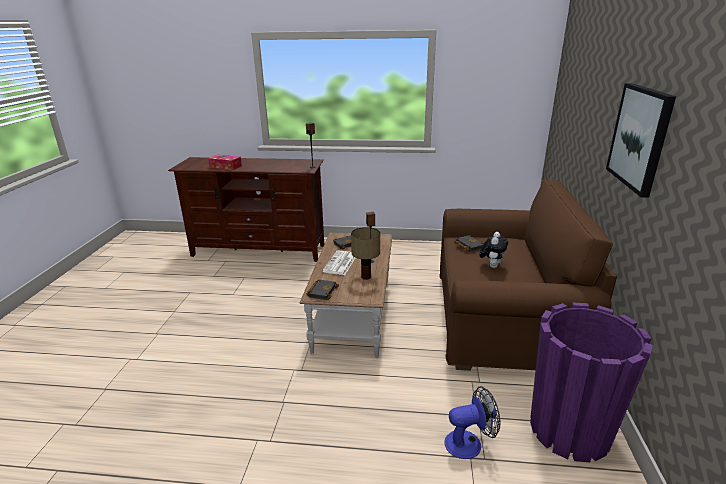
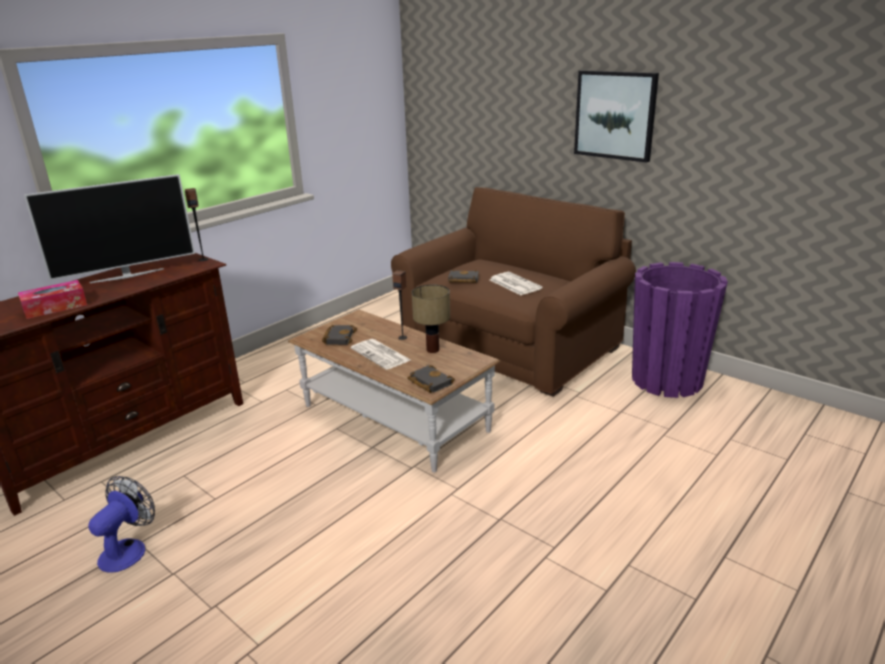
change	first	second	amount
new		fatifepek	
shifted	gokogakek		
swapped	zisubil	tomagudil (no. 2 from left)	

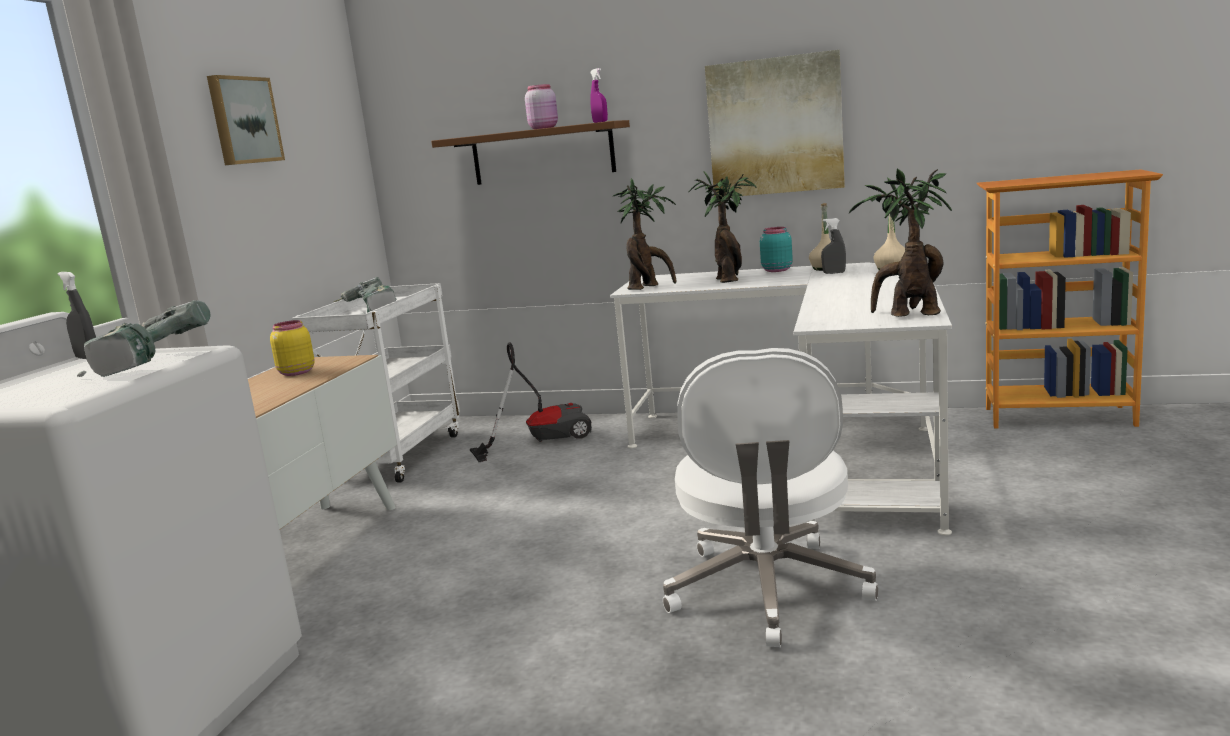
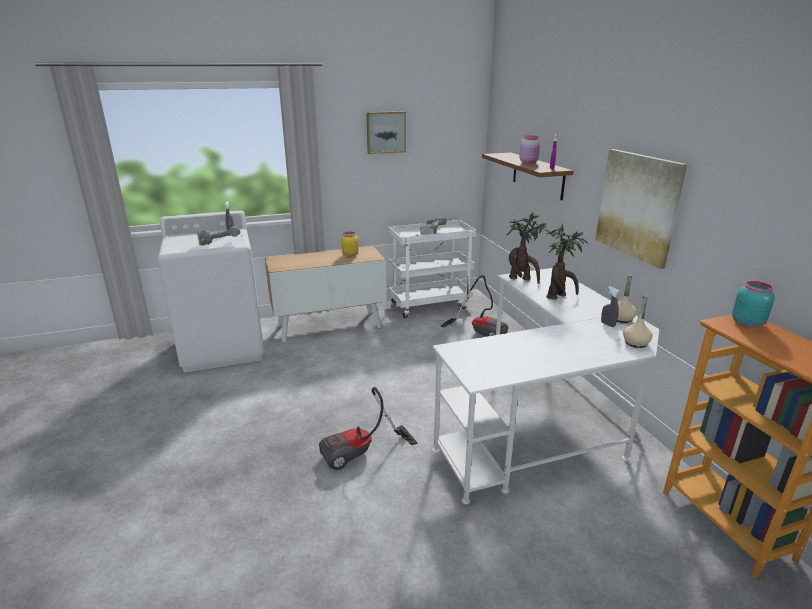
change	first	second	amount
gone	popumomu (no. 3 from left)		
shifted	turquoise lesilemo		
swapped	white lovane	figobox (no. 1 from left)	

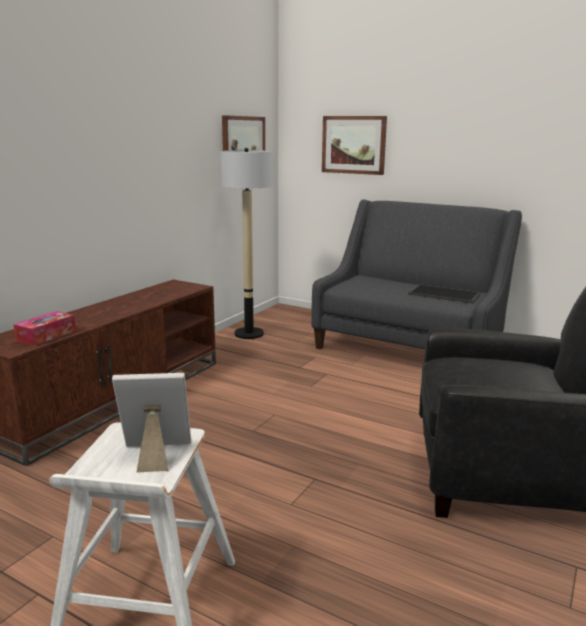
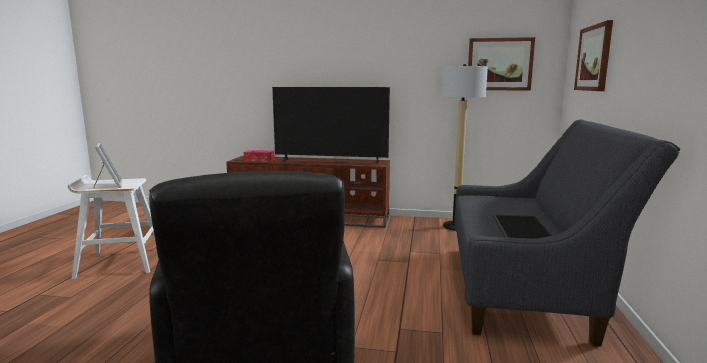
change	first	second	amount
new		fatifepek	

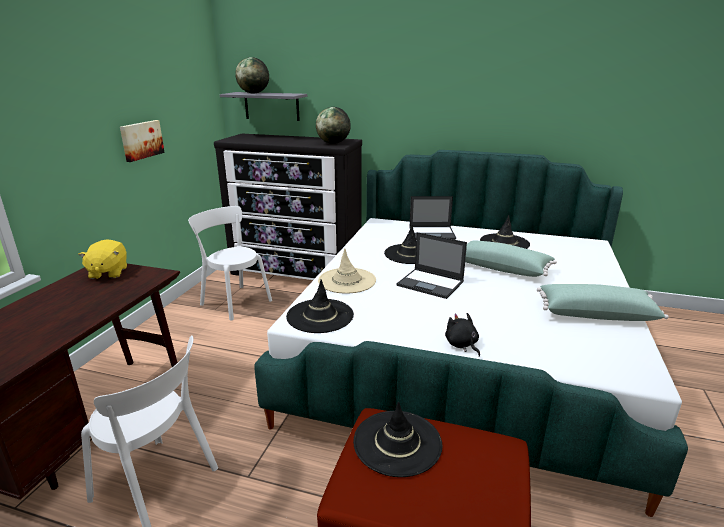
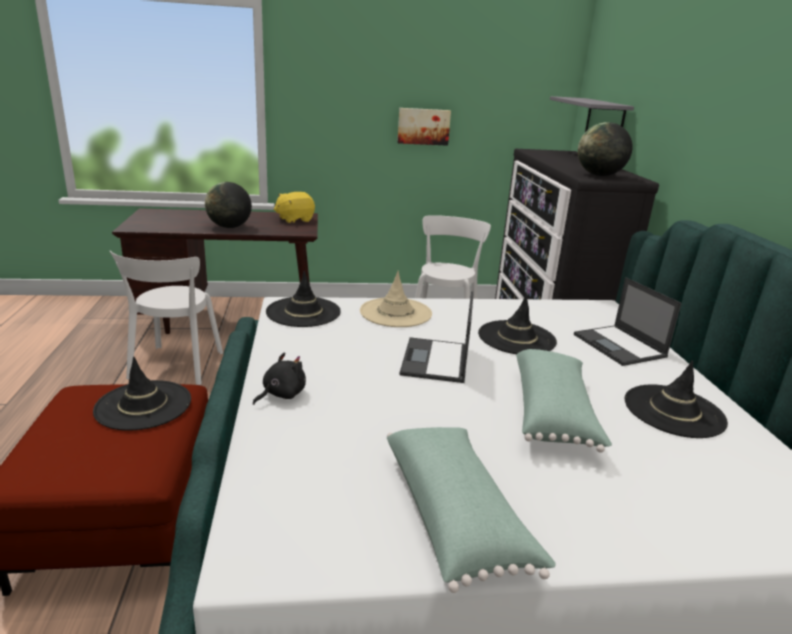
change	first	second	amount
shifted	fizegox (no. 1 from left)		

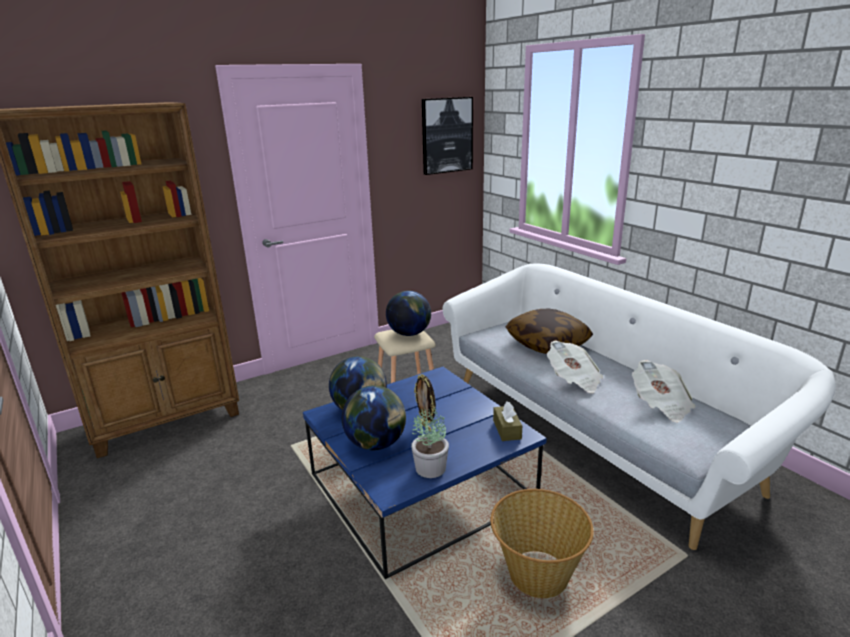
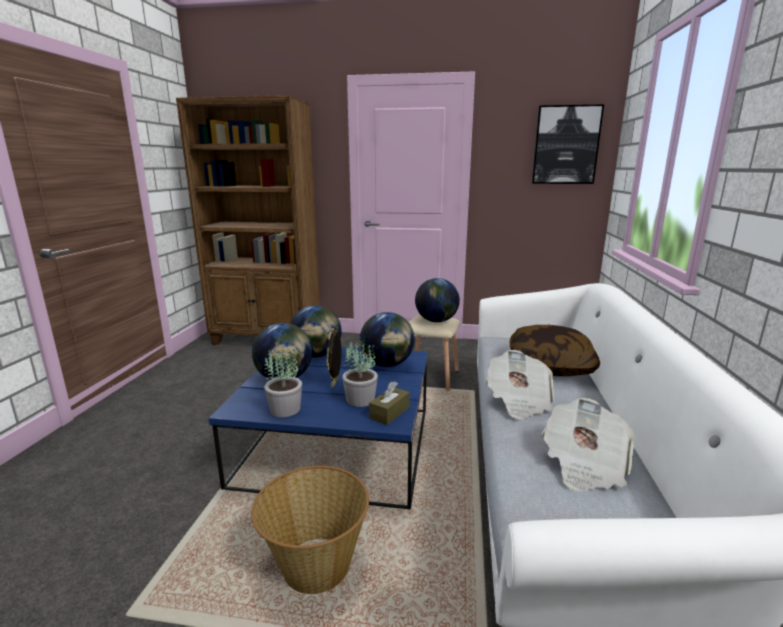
change	first	second	amount
new		popumomu (no. 2 from left)	
new		fizegox (no. 3 from left)	

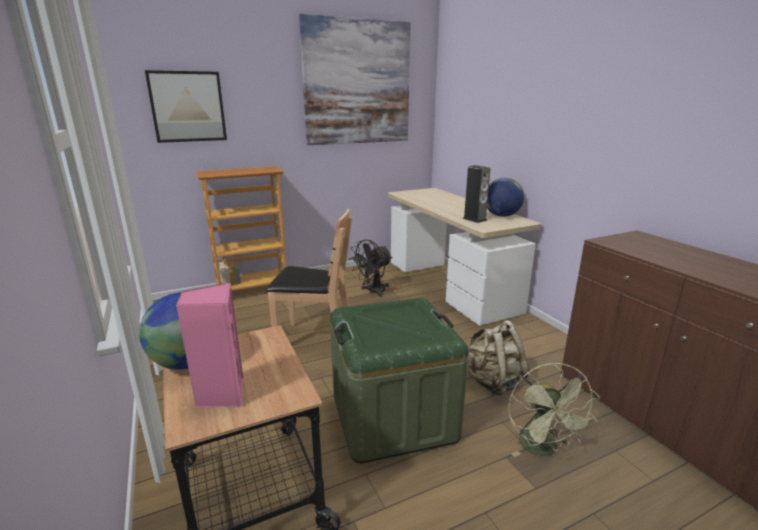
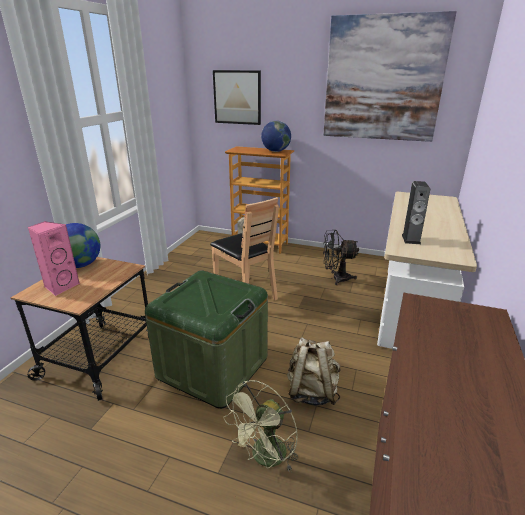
change	first	second	amount
shifted	fizegox (no. 2 from left)		

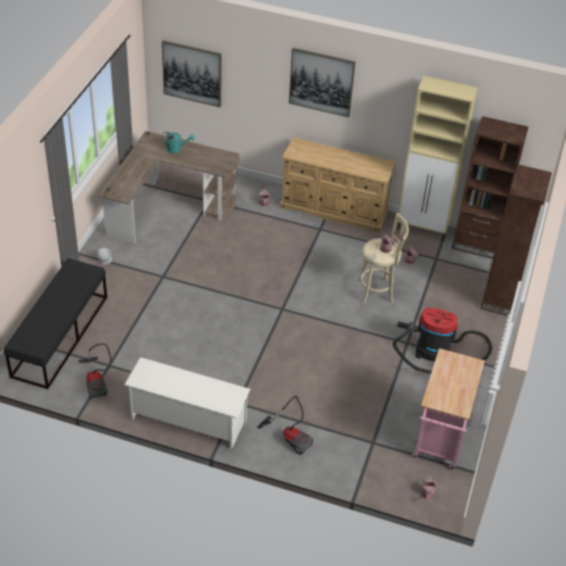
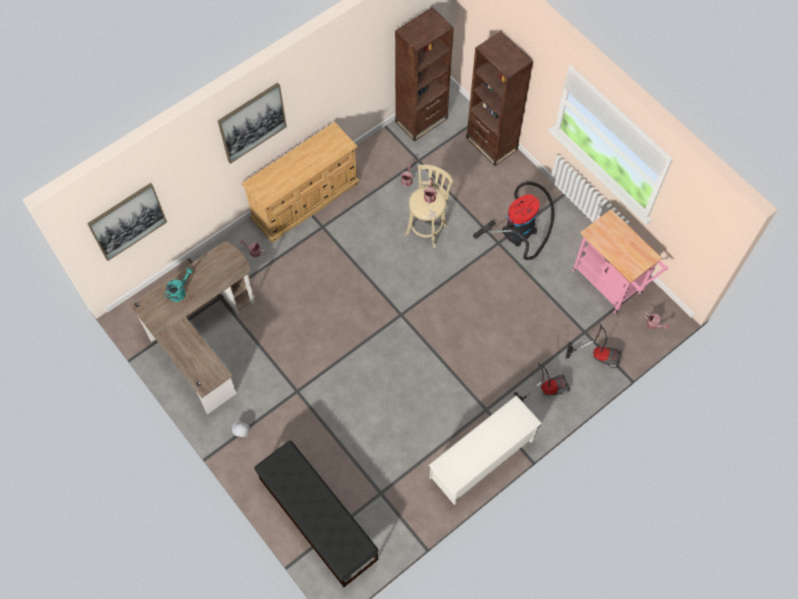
change	first	second	amount
gone	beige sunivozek		
shifted	figobox (no. 1 from left in the first image)	figobox (no. 3 from left)	

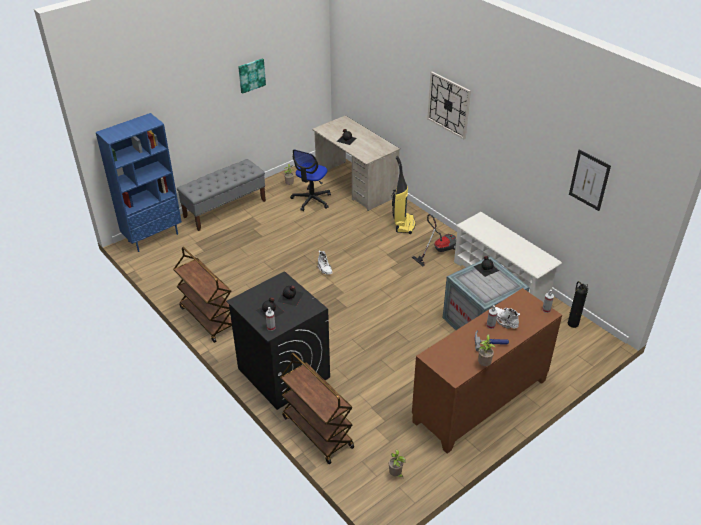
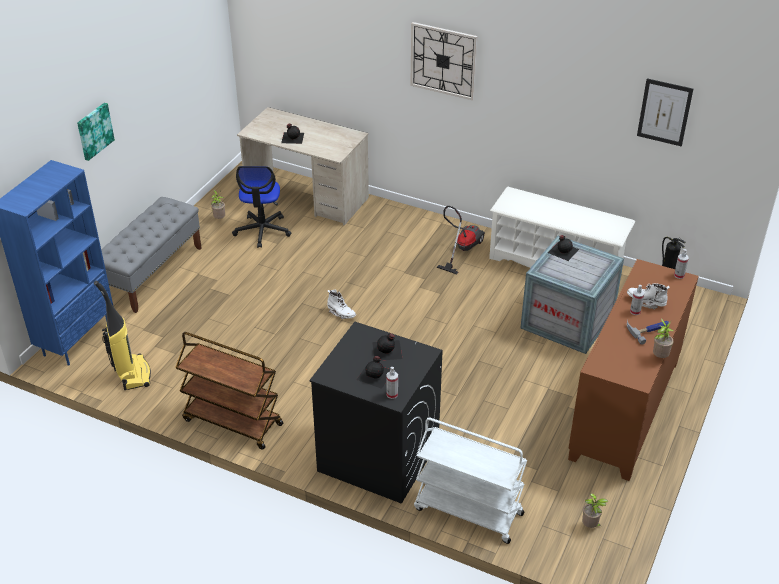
change	first	second	amount
shifted	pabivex (no. 1 from left)		
shifted	figobox (no. 1 from left)		
repainted	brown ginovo (no. 2 from left)	white ginovo	

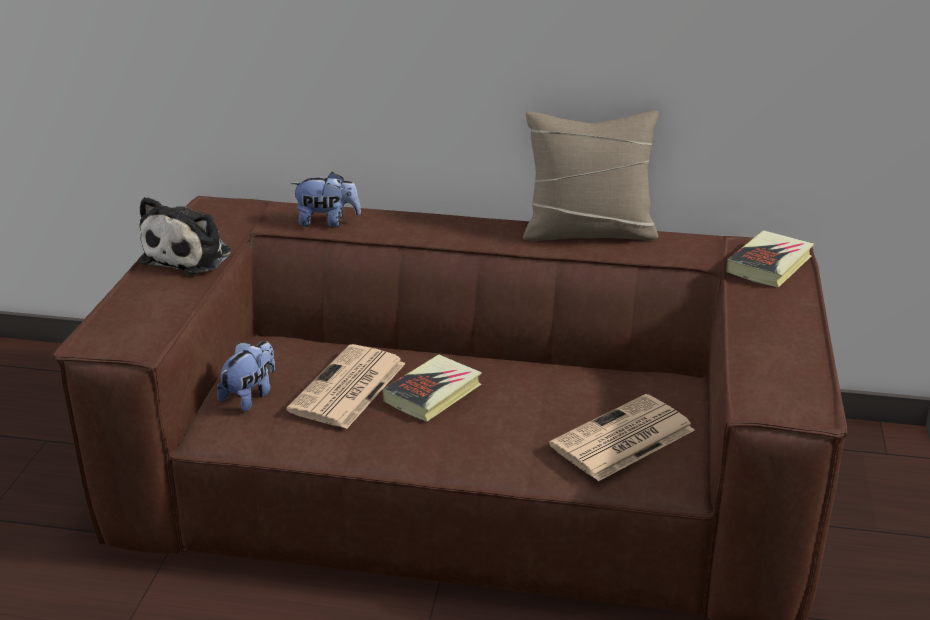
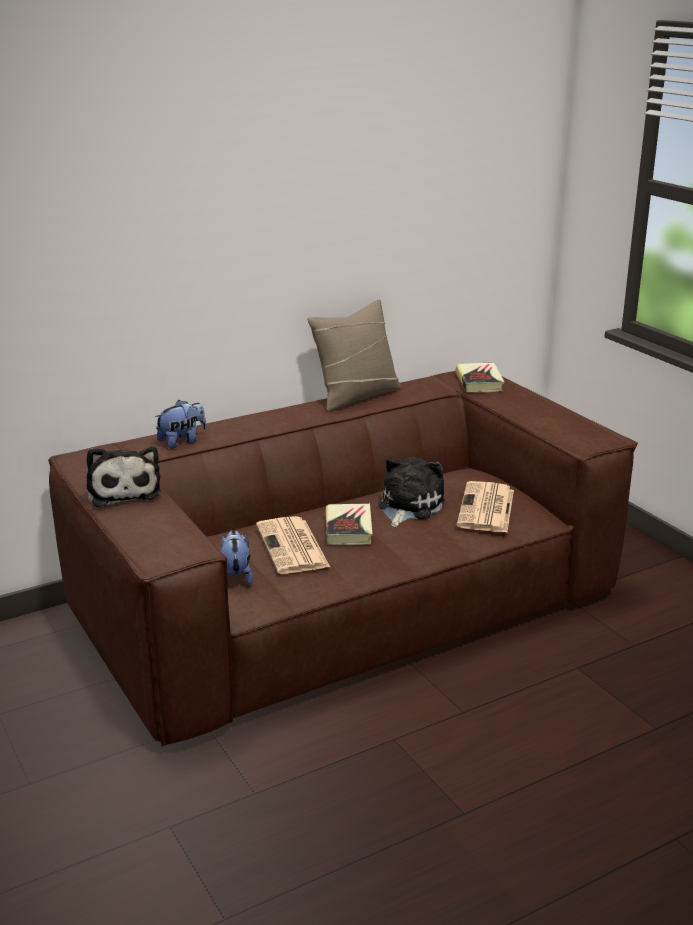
change	first	second	amount
new		zisubil (no. 4 from left)	

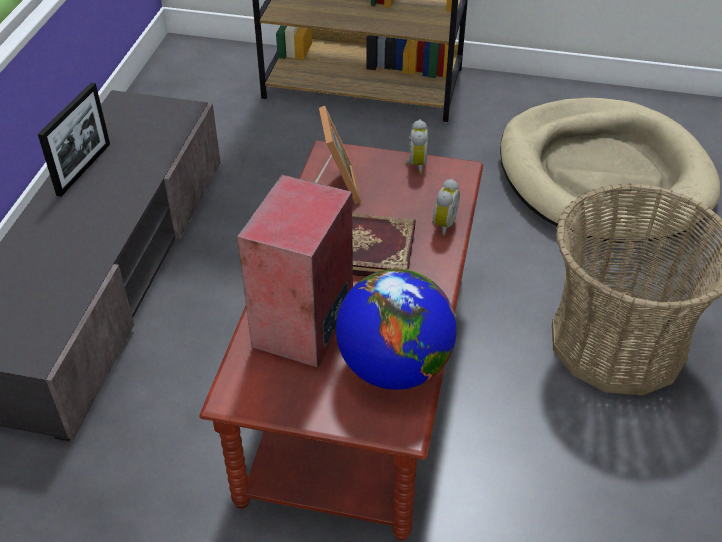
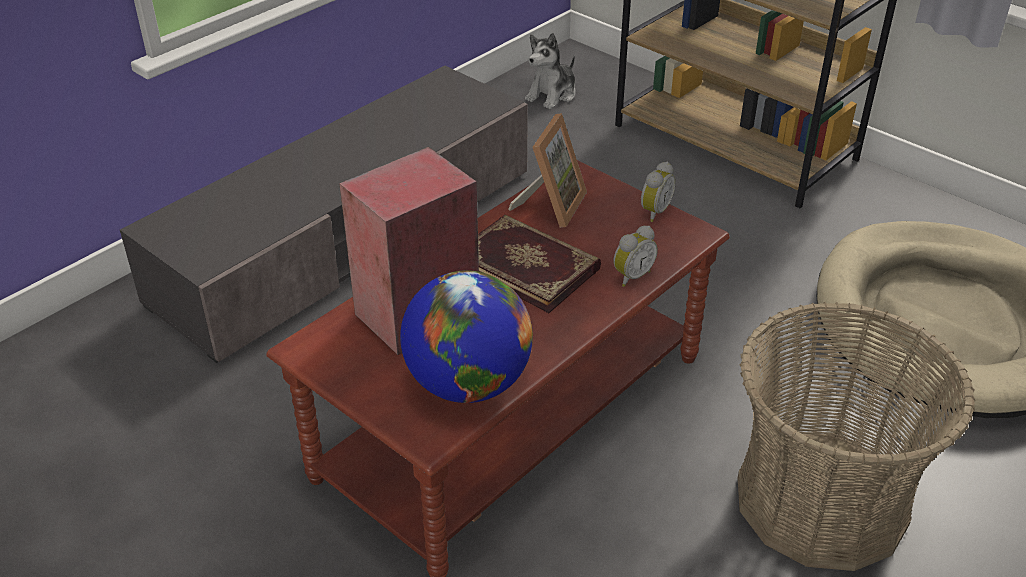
change	first	second	amount
gone	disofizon (no. 1 from left)		
new		zisubil	

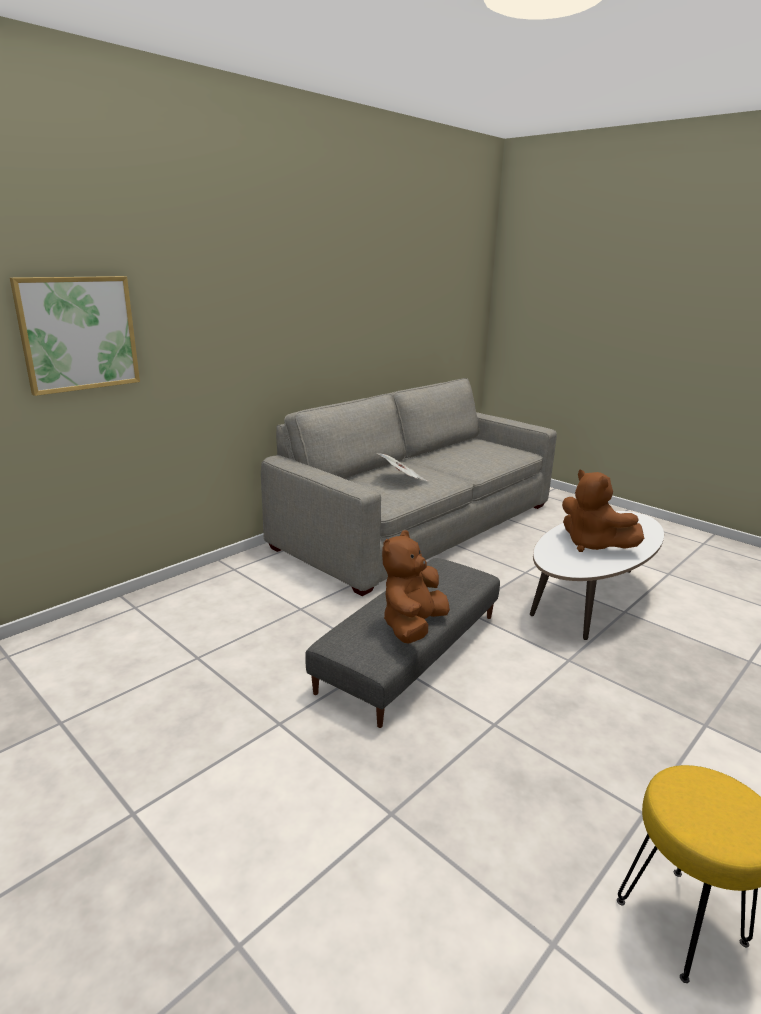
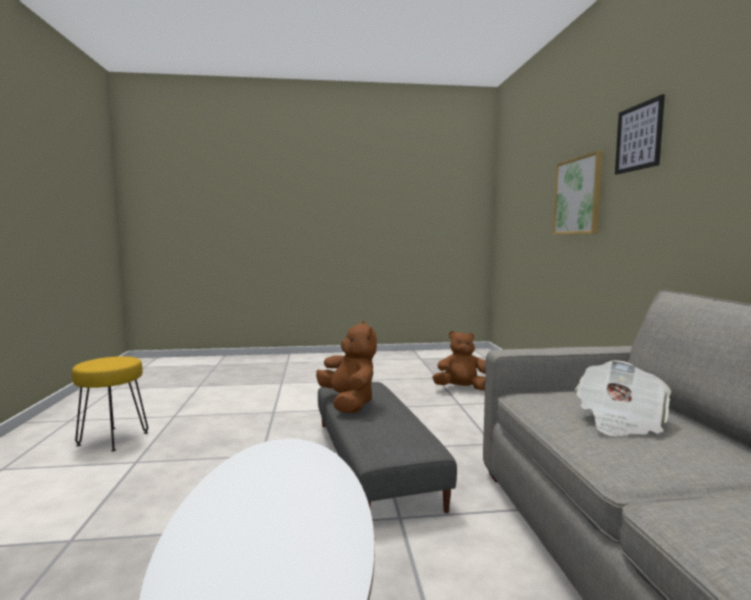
change	first	second	amount
new		pabivex (no. 2 from left)	
shifted	brown zisubil (no. 2 from left)		

